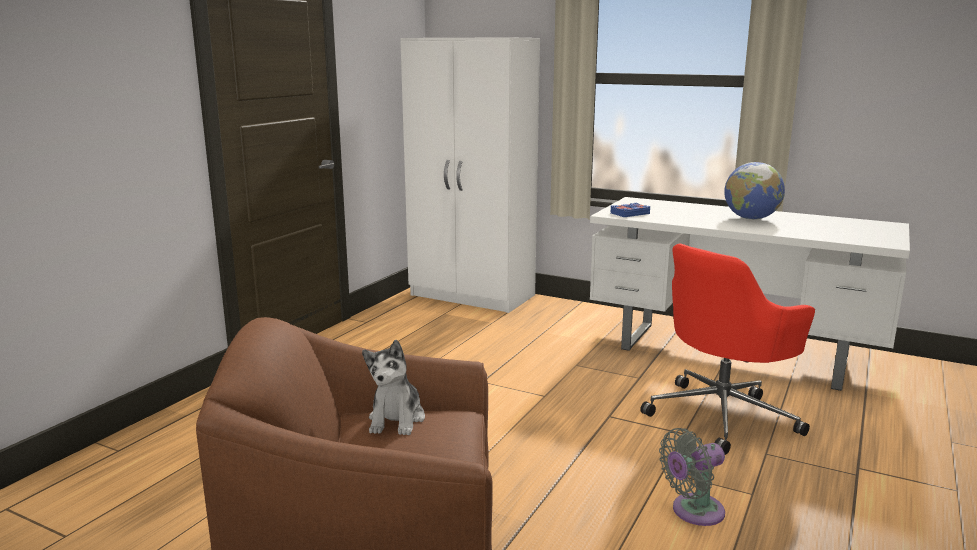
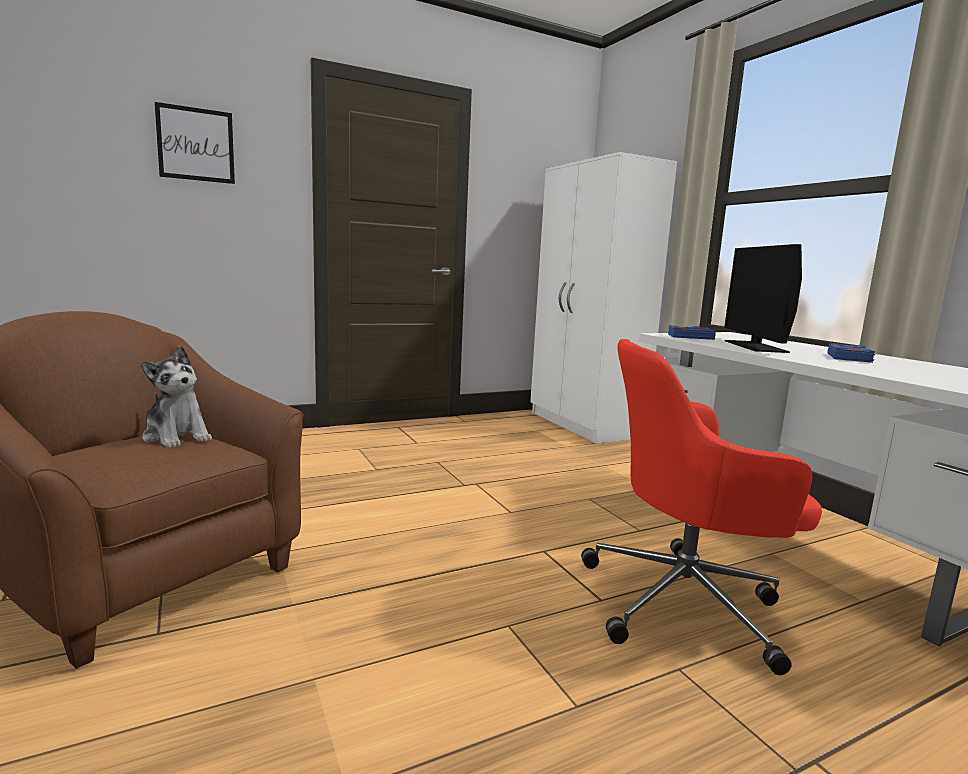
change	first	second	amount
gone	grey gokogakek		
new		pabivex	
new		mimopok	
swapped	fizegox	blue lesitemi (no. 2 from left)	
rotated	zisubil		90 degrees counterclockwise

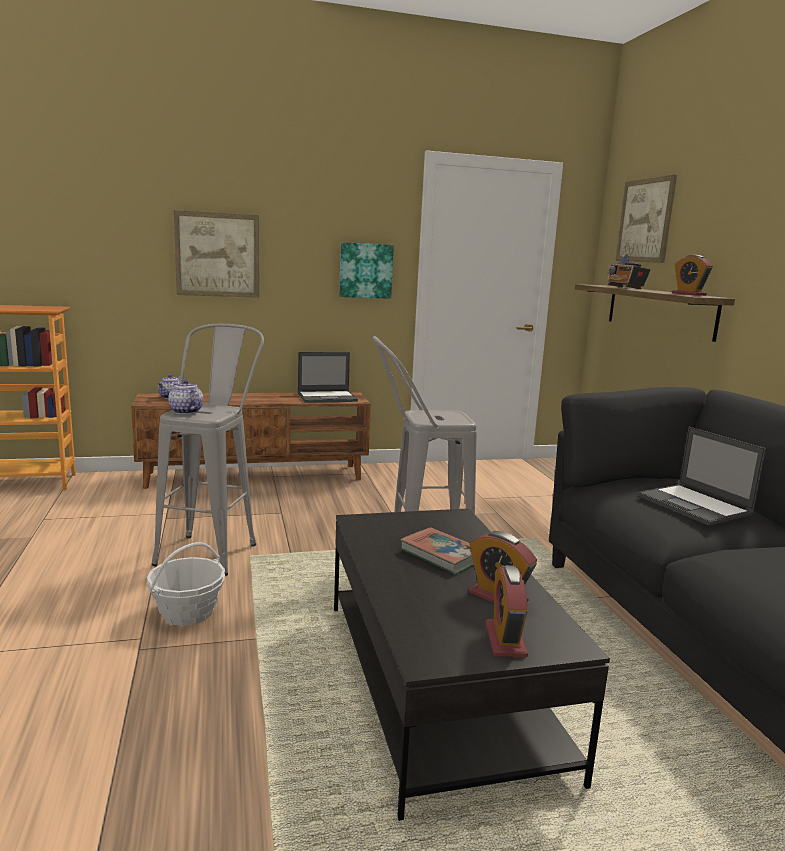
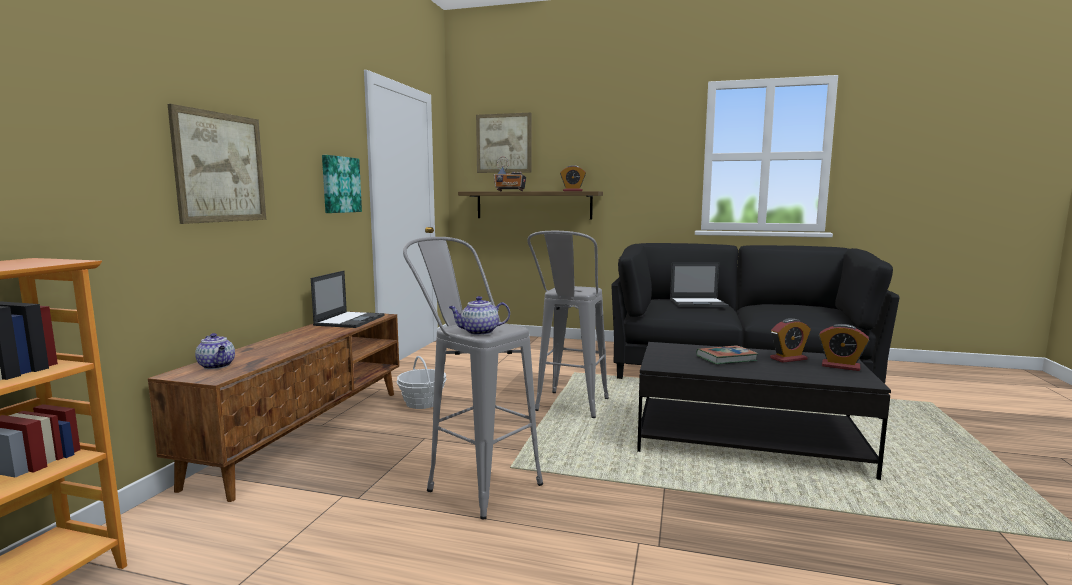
change	first	second	amount
shifted	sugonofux		

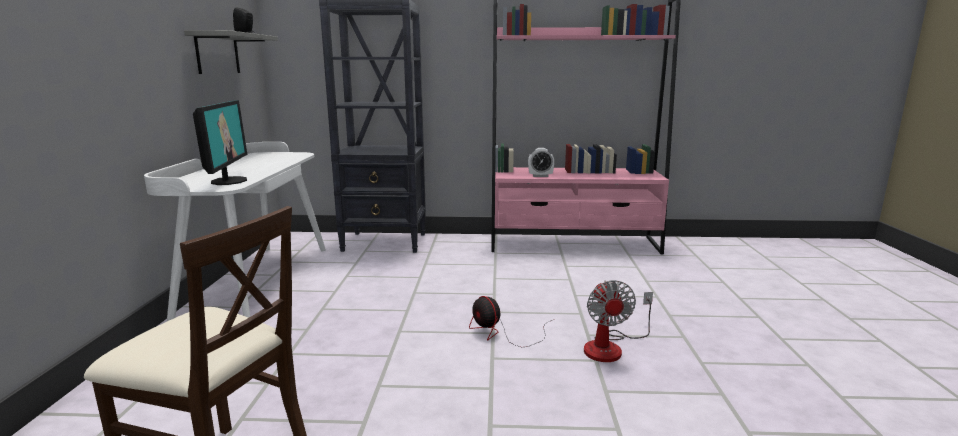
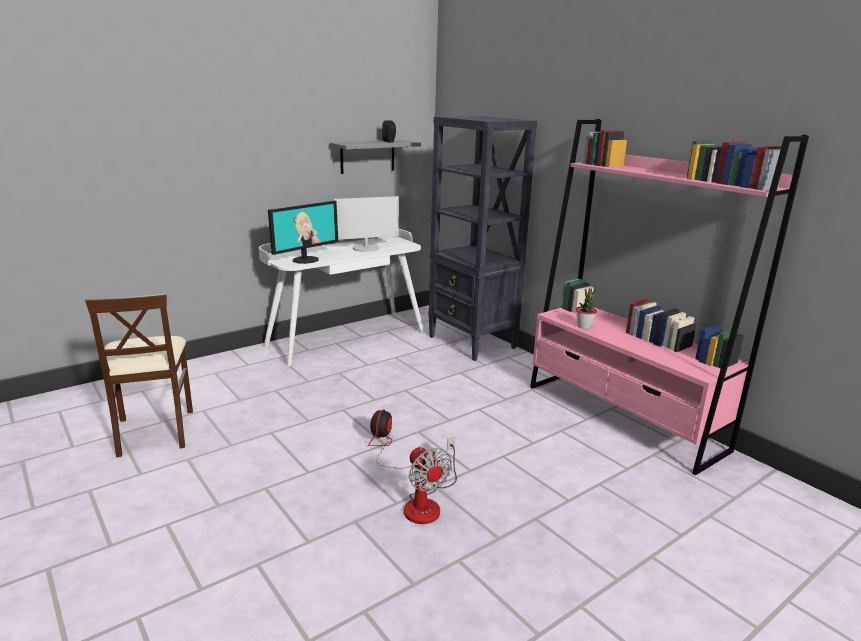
change	first	second	amount
new		mimopok (no. 2 from left)	
swapped	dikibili	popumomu	
rotated	gokogakek (no. 2 from left)		75 degrees counterclockwise

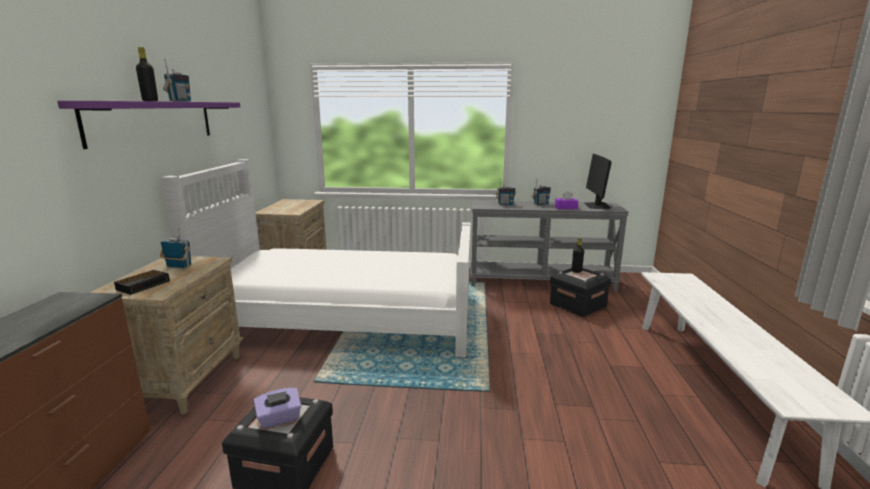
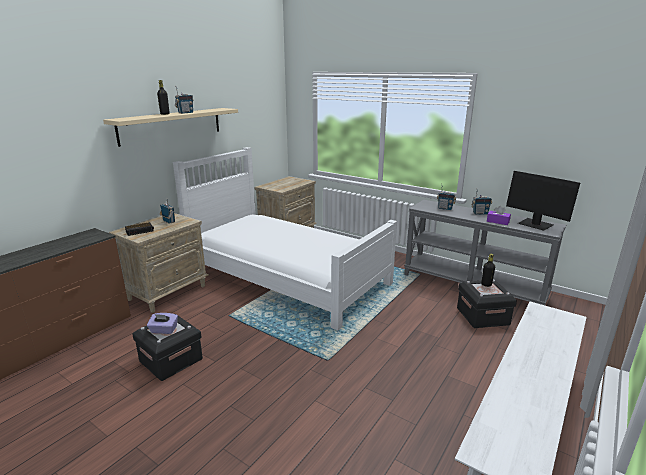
change	first	second	amount
repainted	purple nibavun	beige nibavun	
rotated	mimopok		75 degrees counterclockwise

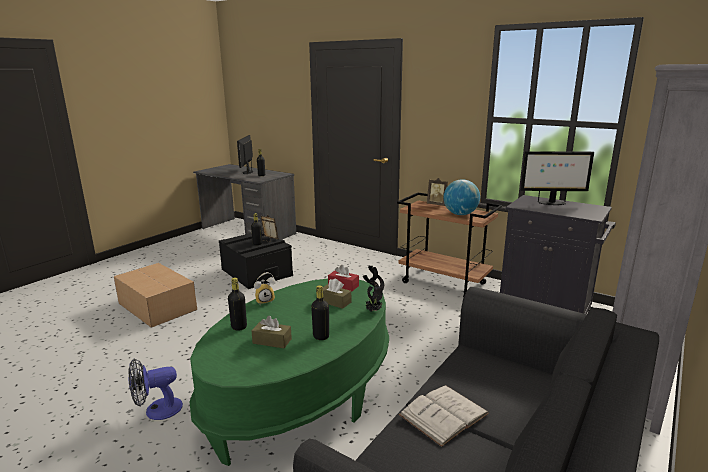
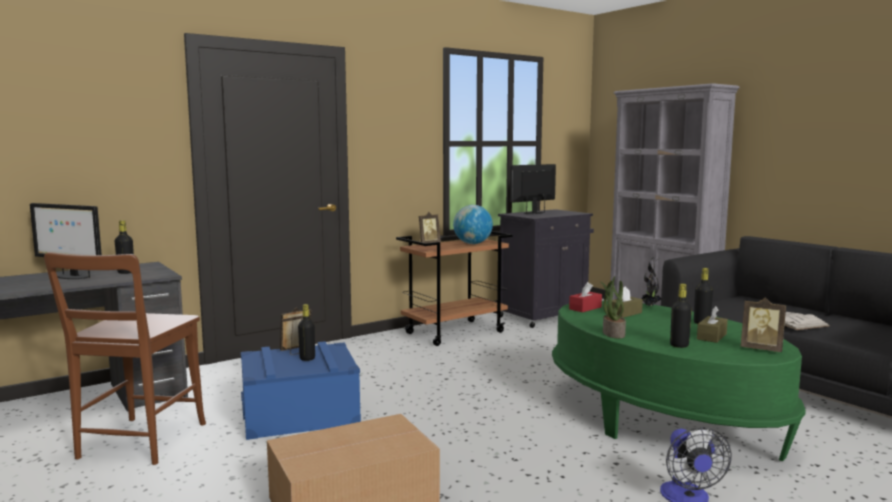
change	first	second	amount
new		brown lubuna	
new		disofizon (no. 3 from left)	
swapped	dikibili	popumomu (no. 1 from left)	
repainted	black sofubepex	blue sofubepex	
rotated	mimopok (no. 2 from left)		150 degrees counterclockwise

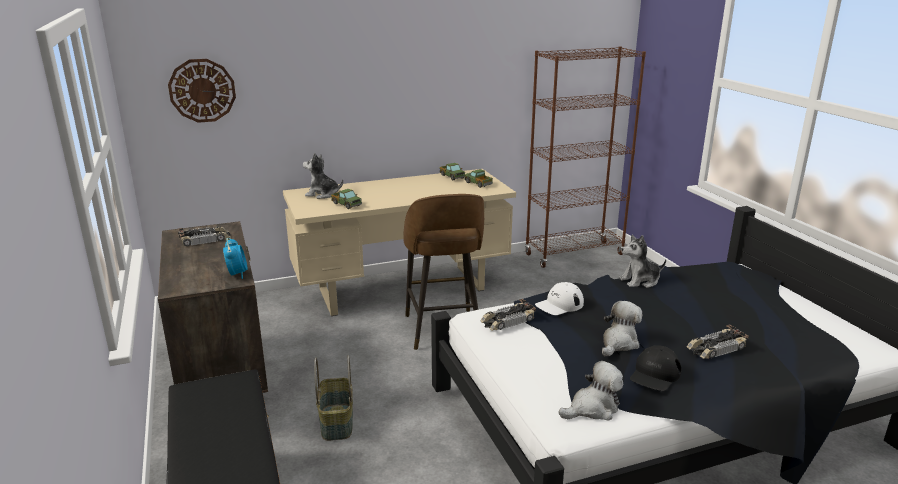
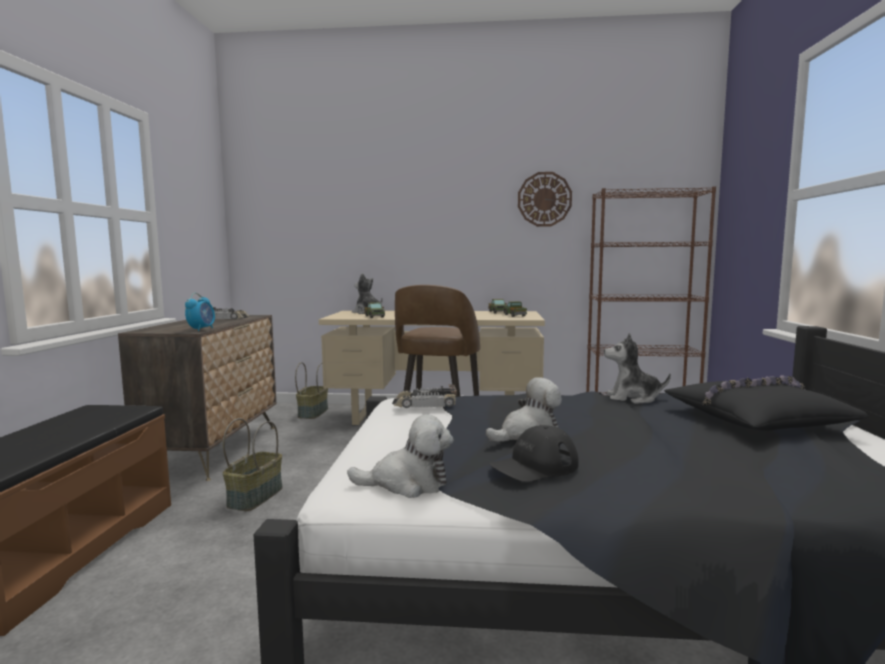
change	first	second	amount
gone	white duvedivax		
gone	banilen (no. 3 from left)		
new		sugonofux (no. 2 from left)	
new		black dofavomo	
shifted	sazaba		

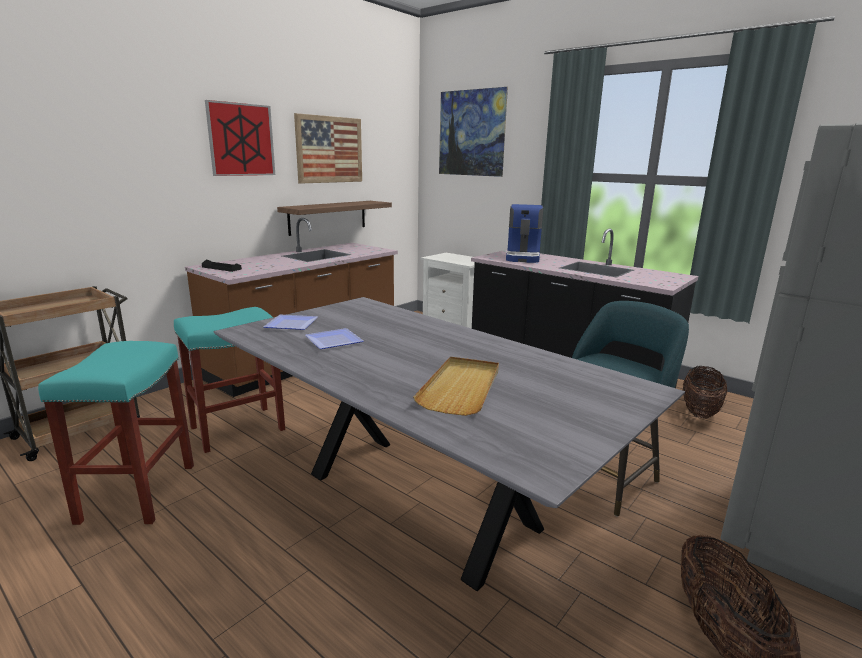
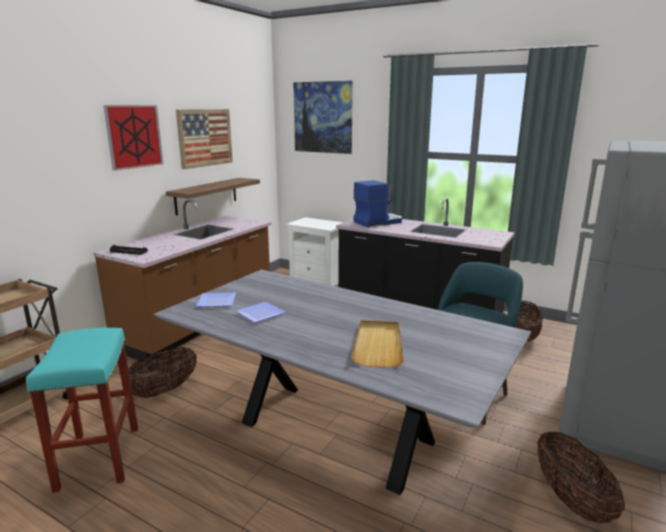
change	first	second	amount
swapped	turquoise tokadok (no. 2 from left)	sugonofux (no. 1 from left)	
rotated	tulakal		120 degrees counterclockwise

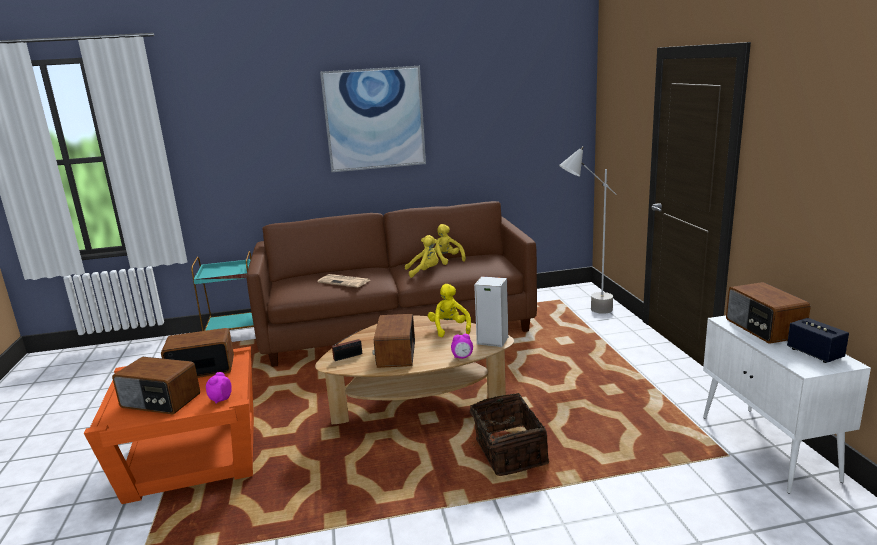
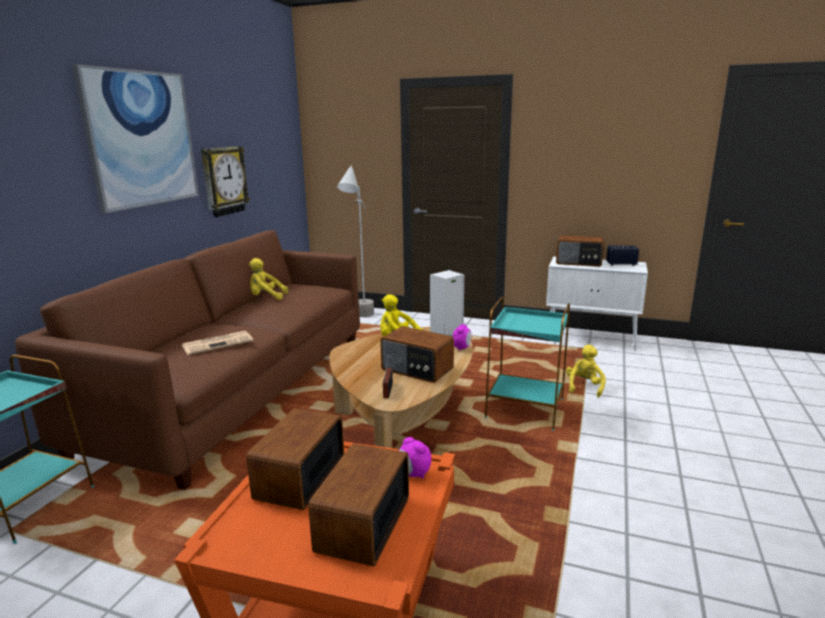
change	first	second	amount
new		sazaba	
shifted	yellow zisubil (no. 1 from left in the first image)	yellow zisubil (no. 3 from left)	
swapped	sugonofux	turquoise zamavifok (no. 2 from left)	
rotated	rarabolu (no. 1 from left in the first image)	rarabolu (no. 2 from left)	150 degrees clockwise

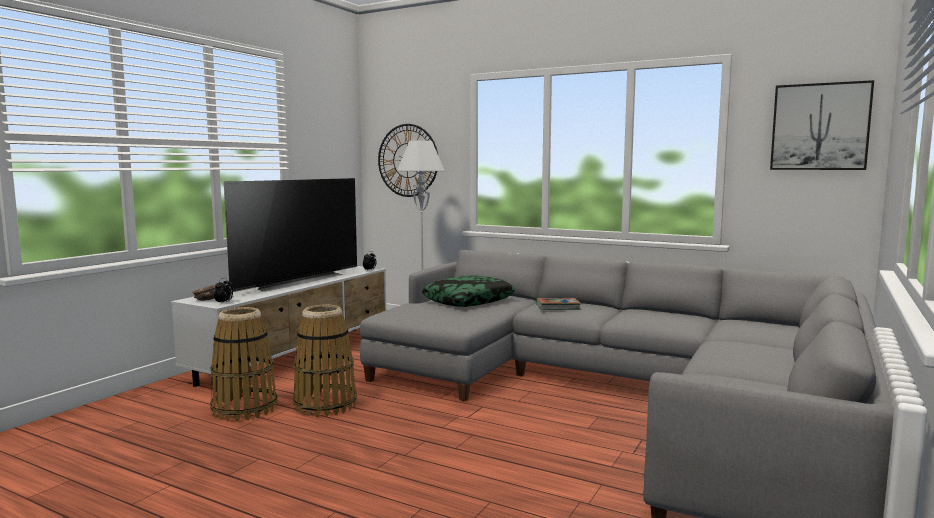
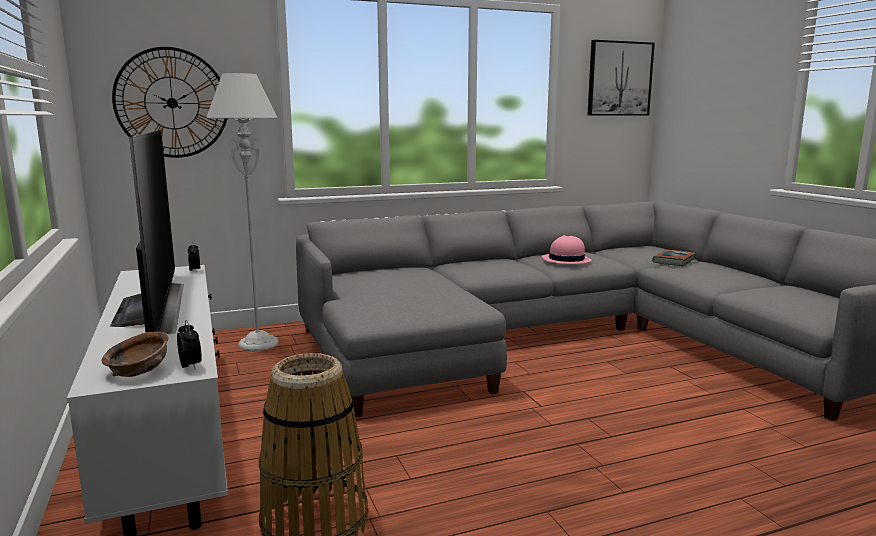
change	first	second	amount
gone	sugonofux (no. 2 from left)		
gone	dofavomo		
new		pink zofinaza	
shifted	lesitemi		

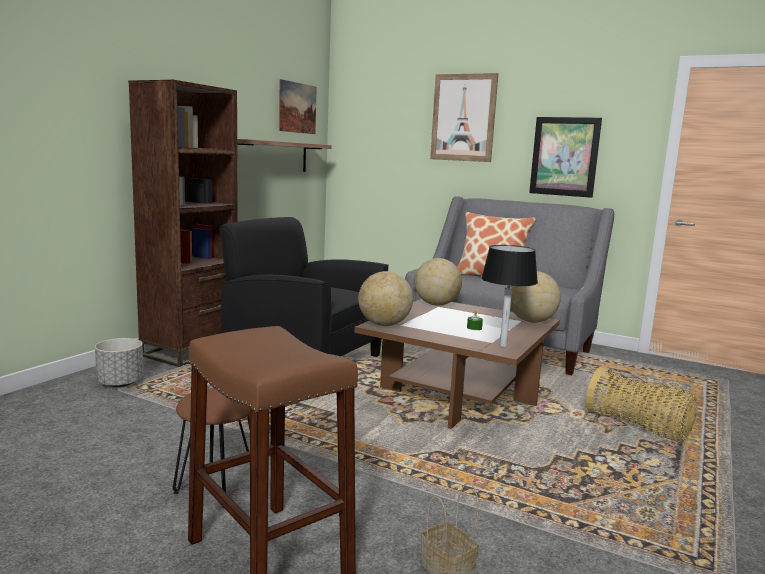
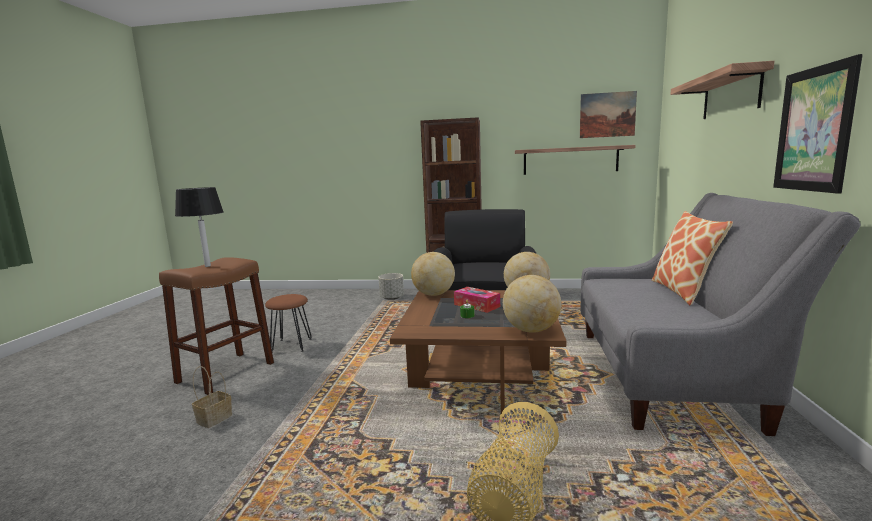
change	first	second	amount
new		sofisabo	
shifted	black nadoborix		
swapped	pabivex (no. 2 from left)	nibavun (no. 2 from left)	

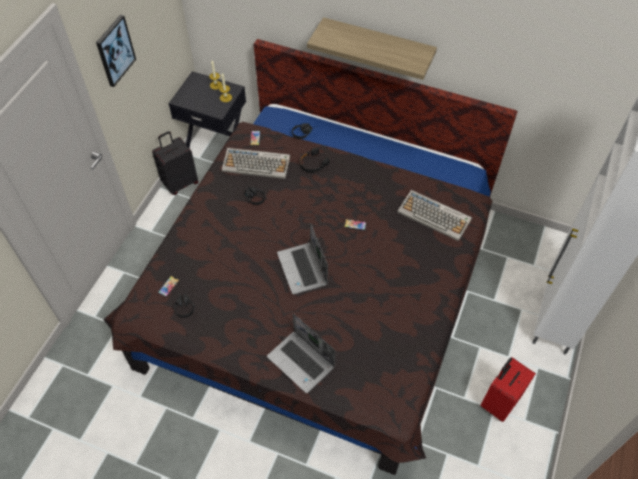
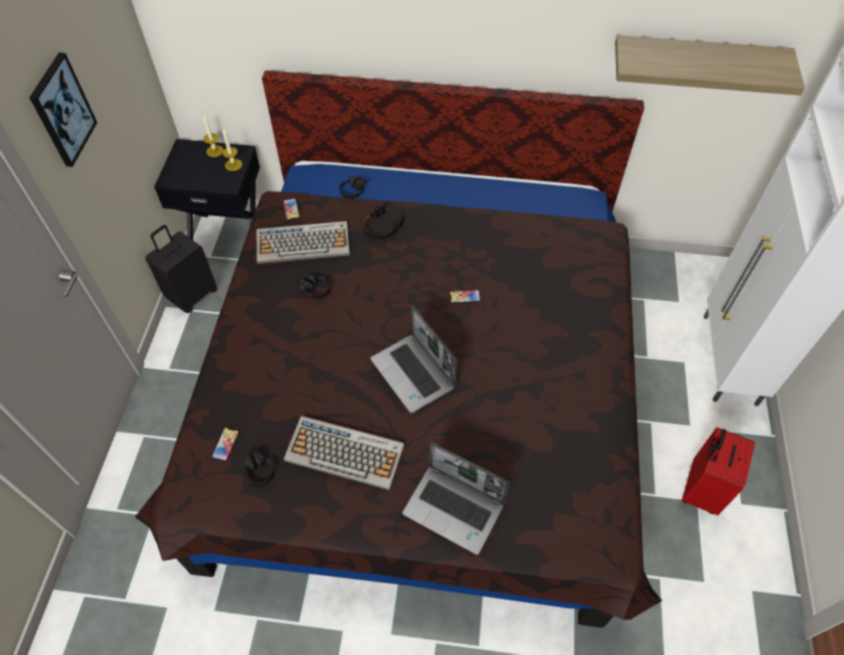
change	first	second	amount
shifted	nibavun		
shifted	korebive (no. 2 from left)		

